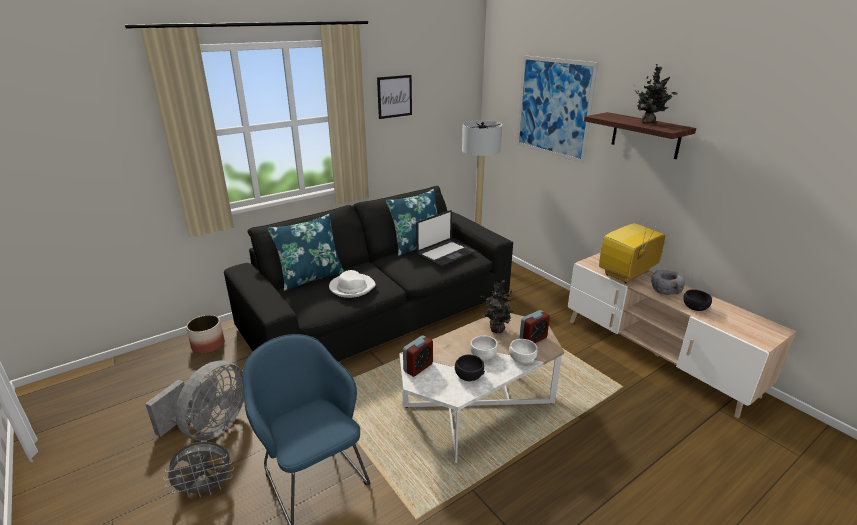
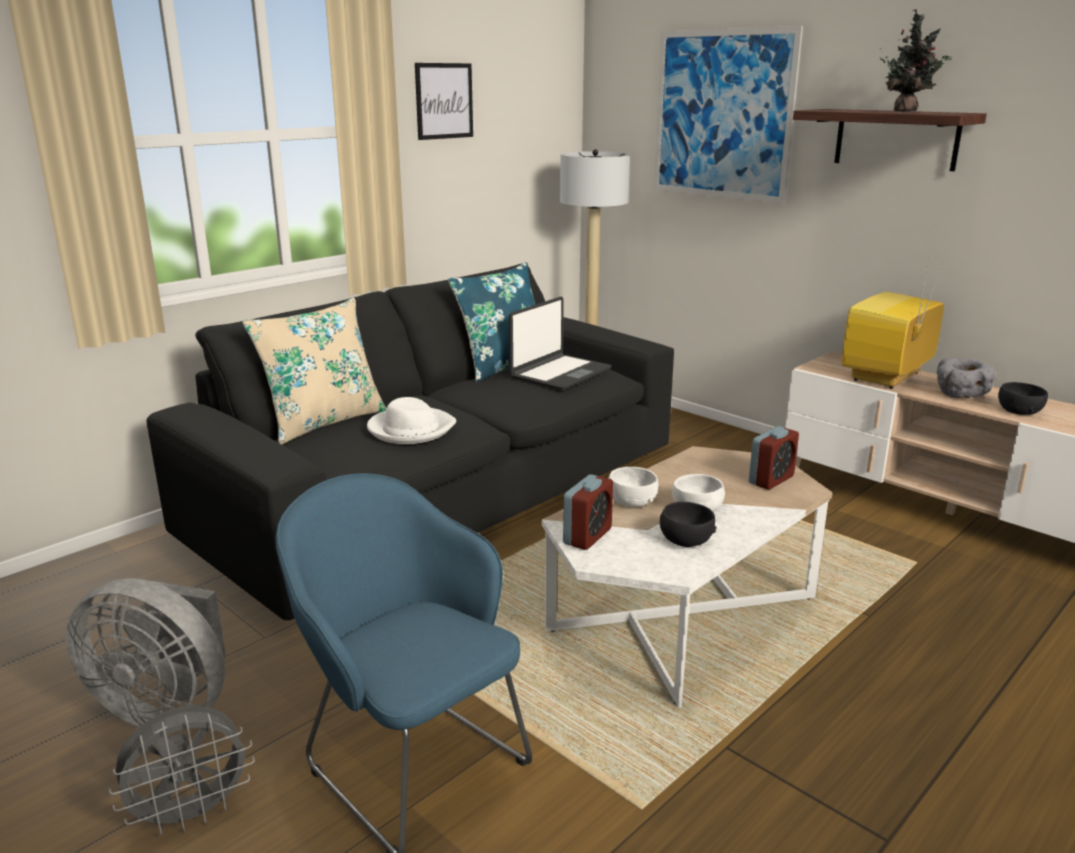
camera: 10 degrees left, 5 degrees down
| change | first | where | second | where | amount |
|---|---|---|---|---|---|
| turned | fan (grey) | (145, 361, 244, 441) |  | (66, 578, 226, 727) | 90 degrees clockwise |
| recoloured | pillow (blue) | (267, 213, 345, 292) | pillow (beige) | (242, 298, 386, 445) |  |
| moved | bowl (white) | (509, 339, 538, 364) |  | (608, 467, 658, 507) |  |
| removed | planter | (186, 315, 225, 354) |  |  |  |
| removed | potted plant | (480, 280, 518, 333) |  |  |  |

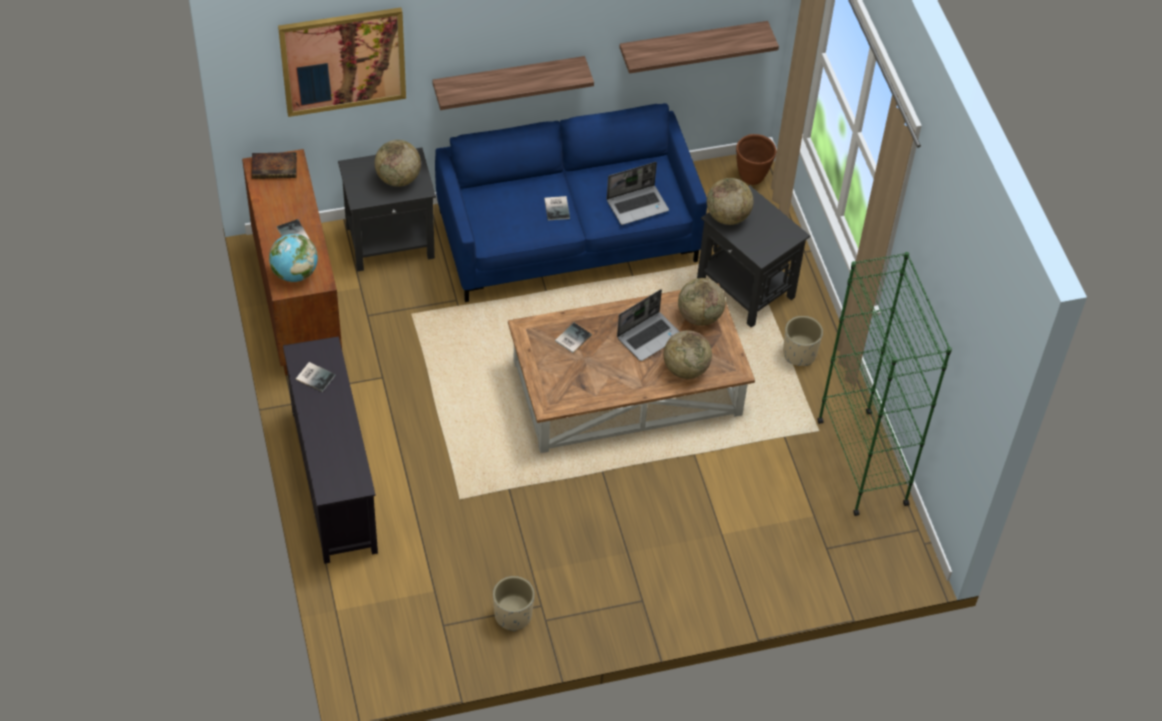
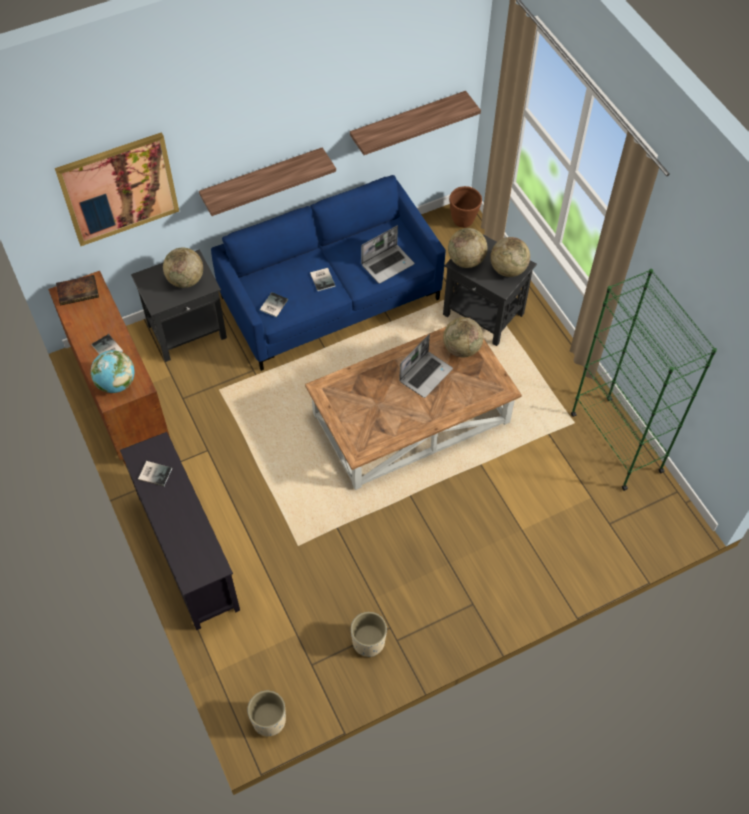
camera: 10 degrees left, 5 degrees up
| change | first | where | second | where | amount |
|---|---|---|---|---|---|
| moved | planter (beige) | (783, 316, 823, 366) |  | (247, 691, 286, 736) |  |
| moved | book | (555, 323, 592, 353) |  | (260, 292, 288, 317) |  |
| moved | globe | (664, 330, 712, 379) |  | (490, 237, 530, 277) |  |

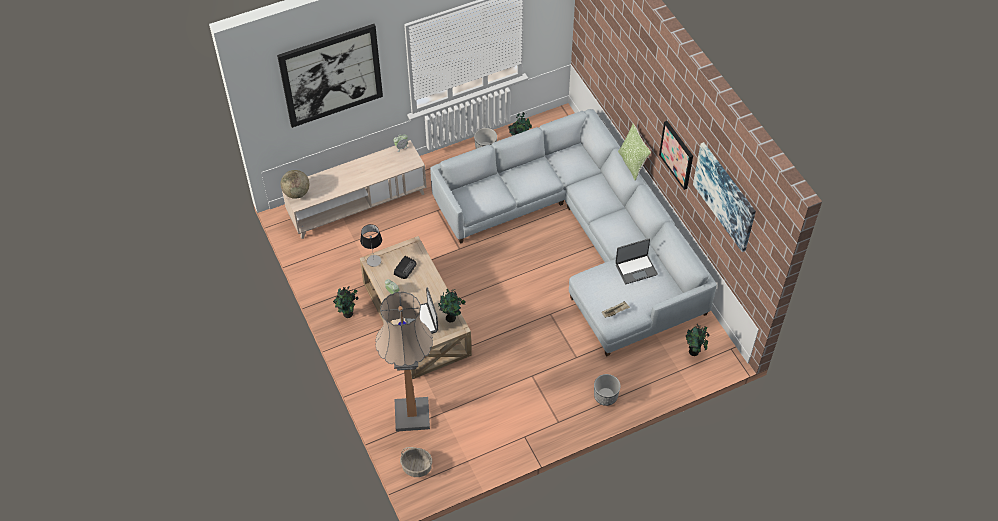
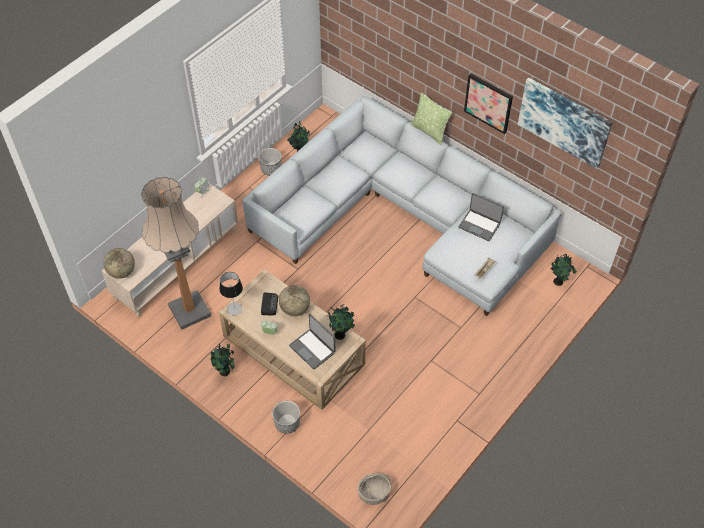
camera: 25 degrees left, 0 degrees up
| change | first | where | second | where | amount |
|---|---|---|---|---|---|
| moved | floor lamp | (375, 292, 433, 432) |  | (141, 177, 211, 330) |  |
| moved | planter | (594, 374, 621, 406) |  | (272, 401, 300, 434) |  |
| added |  |  | globe | (279, 285, 310, 316) |  |
| turned | laptop | (615, 239, 658, 284) |  | (458, 193, 504, 241) | 75 degrees clockwise |
| removed | picture | (277, 24, 383, 128) |  |  |  |

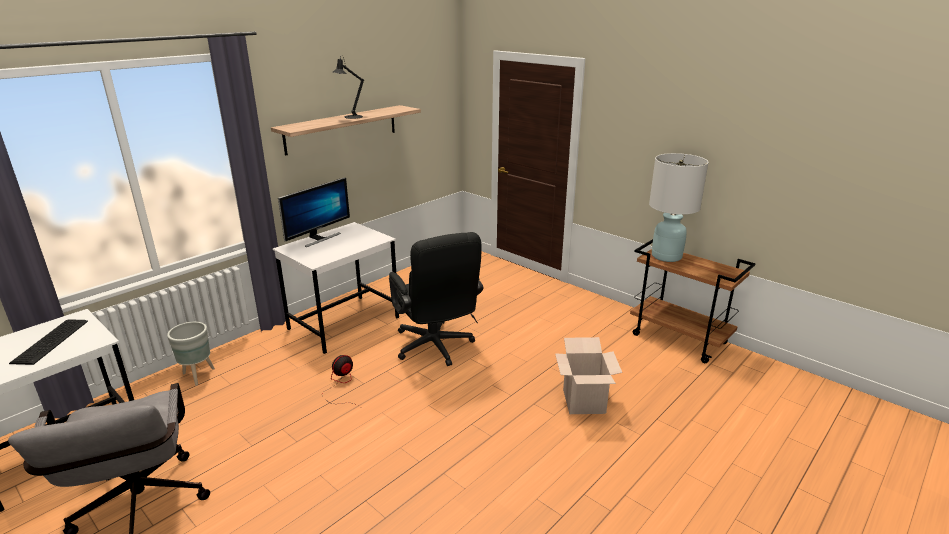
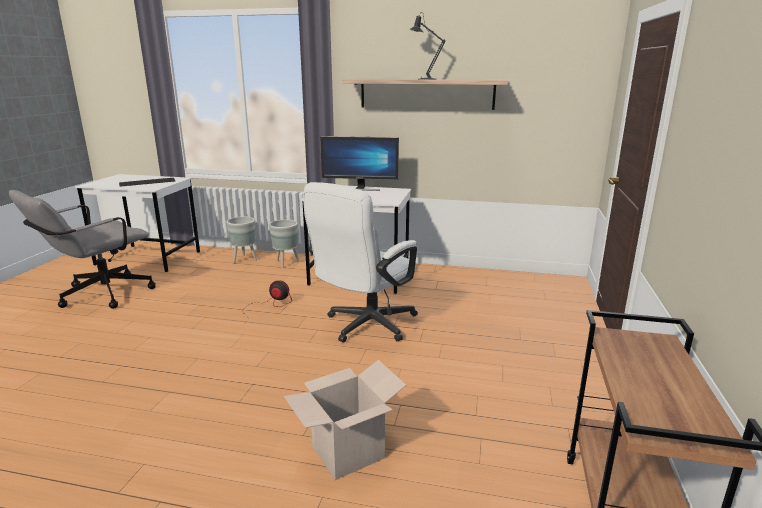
camera: 60 degrees right, 5 degrees down
| change | first | where | second | where | amount |
|---|---|---|---|---|---|
| added |  |  | planter (grey) | (269, 219, 299, 268) |  |
| recoloured | office chair (black) | (389, 232, 483, 366) | office chair (white) | (303, 182, 418, 342) |  |
| removed | table lamp (white) | (649, 153, 709, 262) |  |  |  |

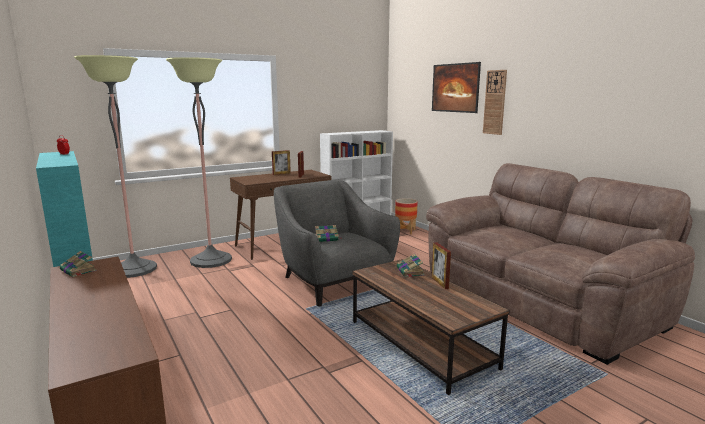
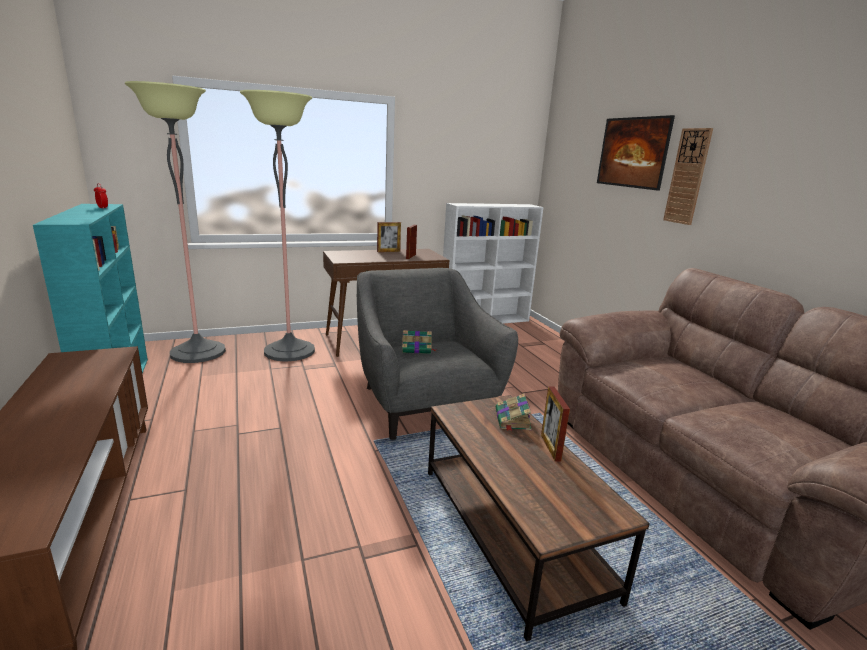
camera: 10 degrees right, 5 degrees up
| change | first | where | second | where | amount |
|---|---|---|---|---|---|
| removed | book | (60, 251, 97, 277) |  |  |  |
| removed | planter | (395, 198, 418, 235) |  |  |  |

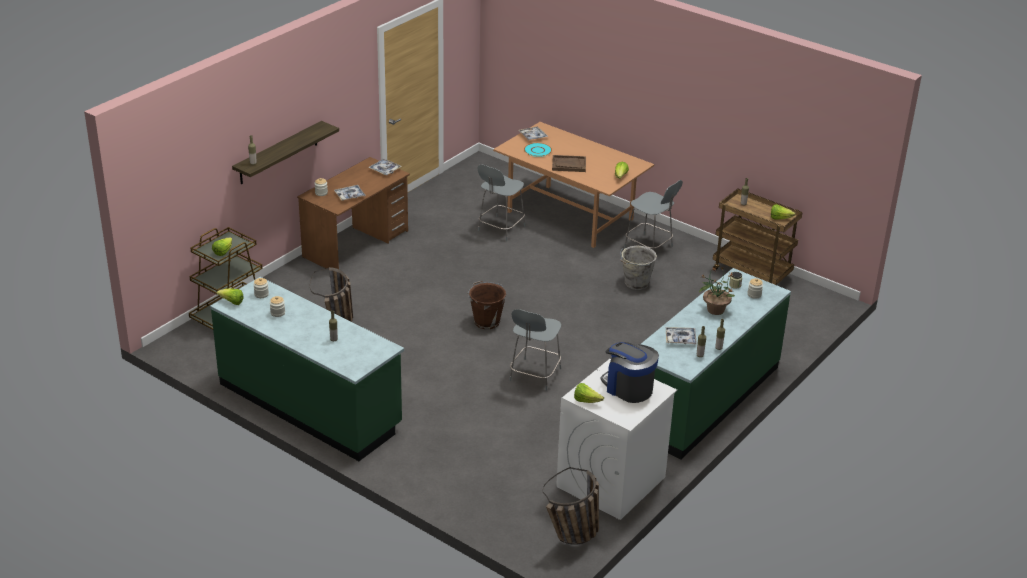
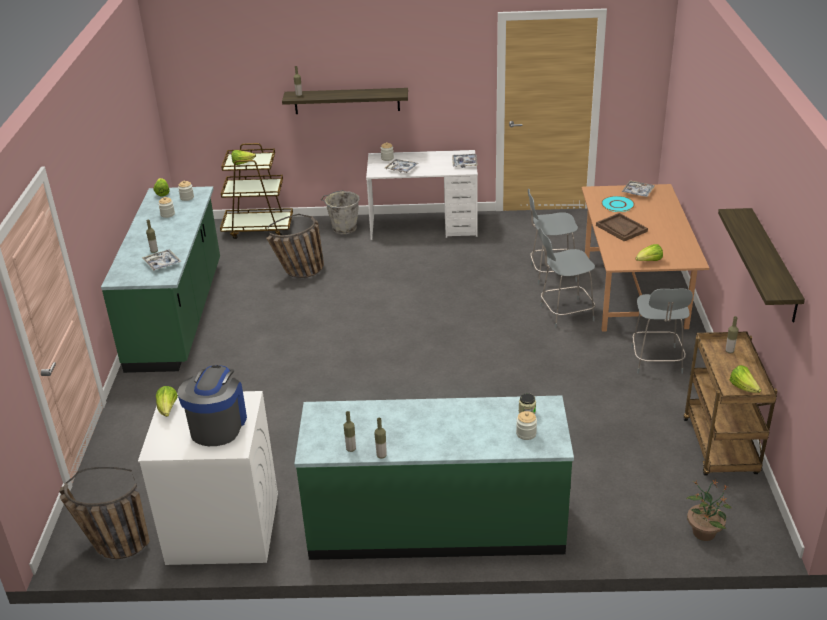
camera: 55 degrees right, 0 degrees up
| change | first | where | second | where | amount |
|---|---|---|---|---|---|
| moved | tray | (666, 327, 697, 345) |  | (142, 249, 182, 271) |  |
| moved | bucket (grey) | (620, 246, 657, 290) |  | (321, 190, 360, 234) |  |
| recoloured | desk (brown) | (297, 157, 410, 270) | desk (white) | (366, 150, 478, 240) |  |
| moved | stool (grey) | (509, 309, 561, 391) |  | (538, 228, 596, 328) |  |
| moved | potted plant | (699, 267, 735, 315) |  | (686, 480, 732, 541) |  |
| added |  |  | shelf | (718, 208, 805, 322) |  |
| removed | bucket (brown) | (468, 281, 506, 329) |  |  |  |

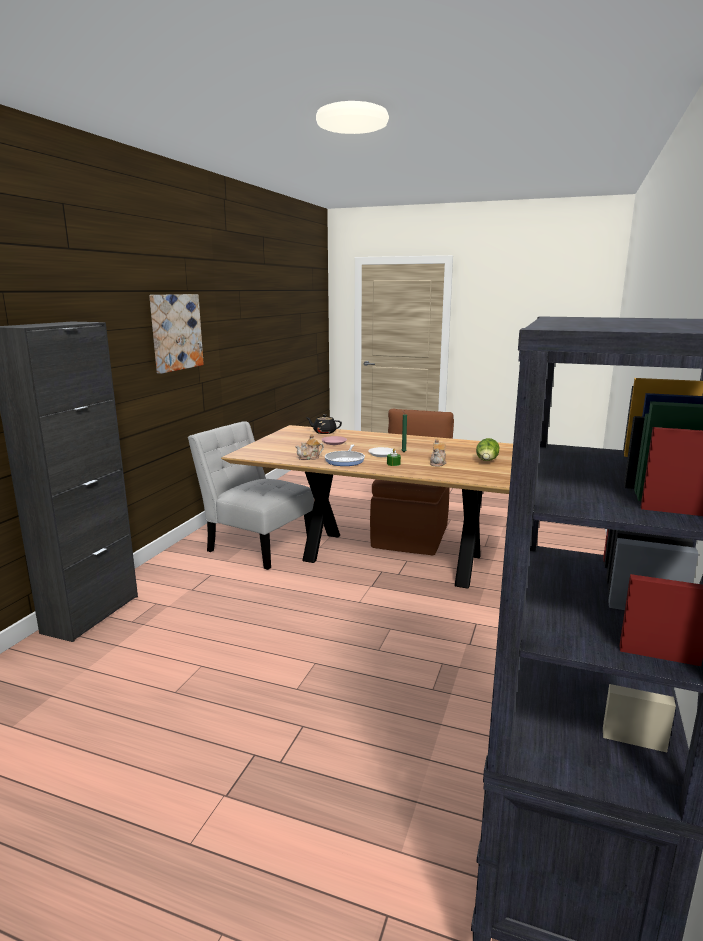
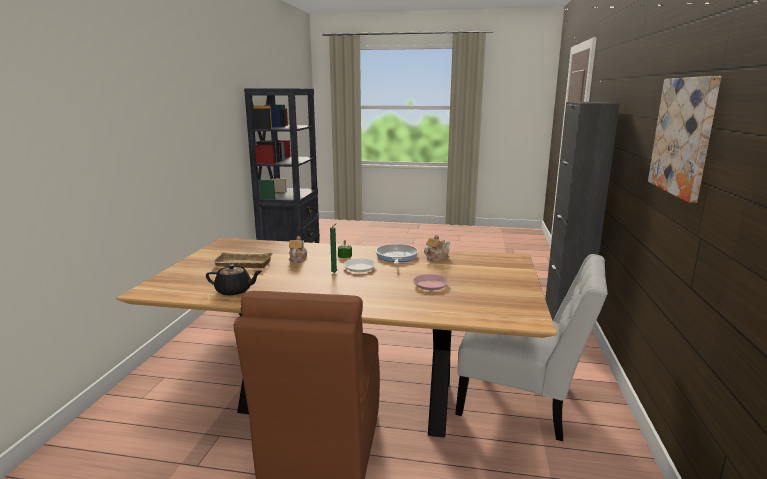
camera: 170 degrees right, 0 degrees up
| change | first | where | second | where | amount |
|---|---|---|---|---|---|
| moved | teapot (black) | (306, 414, 342, 434) |  | (206, 264, 262, 296) |  |
| replaced | lettuce | (476, 438, 500, 461) | tray (beige) | (211, 252, 273, 269) |  |

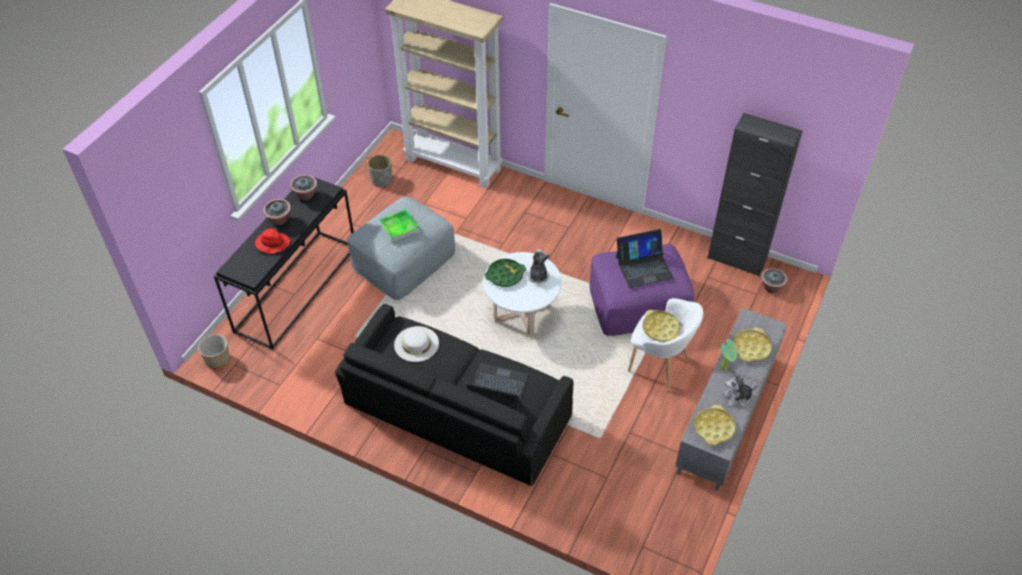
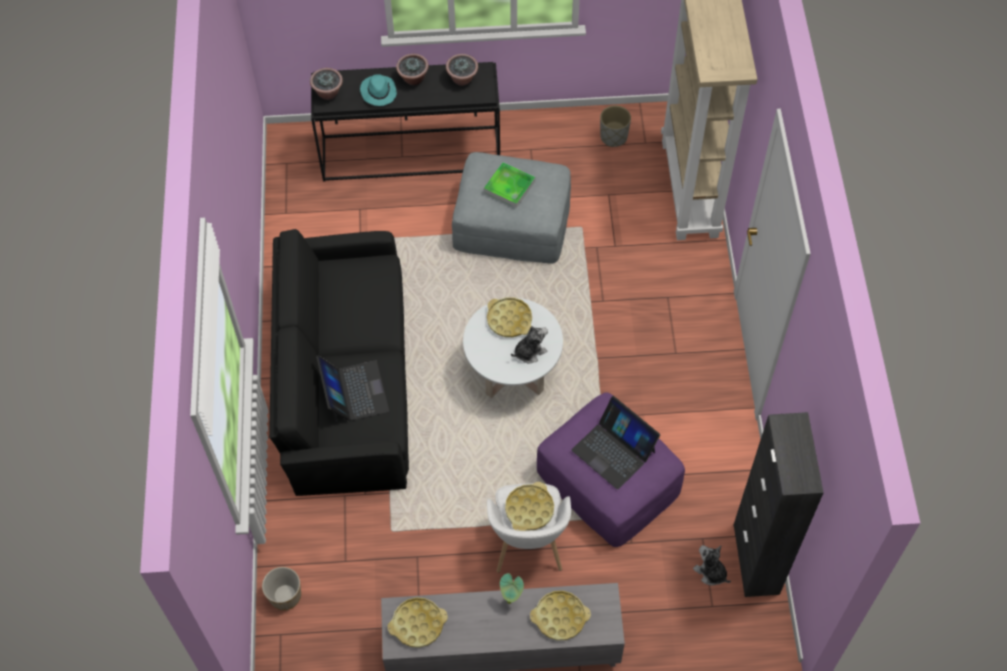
camera: 60 degrees right, 10 degrees up
| change | first | where | second | where | amount |
|---|---|---|---|---|---|
| moved | planter | (198, 334, 230, 368) |  | (262, 567, 301, 610) |  |
| moved | potted plant | (761, 268, 787, 293) |  | (310, 68, 343, 100) |  |
| recoloured | hat (red) | (255, 228, 290, 254) | hat (turquoise) | (360, 74, 397, 106) |  |
| recoloured | tray (green) | (485, 259, 526, 287) | tray (yellow) | (487, 297, 532, 337) |  |
| moved | plush toy | (722, 370, 758, 407) |  | (693, 545, 731, 586) |  |
| removed | hat (white) | (394, 326, 439, 362) |  |  |  |

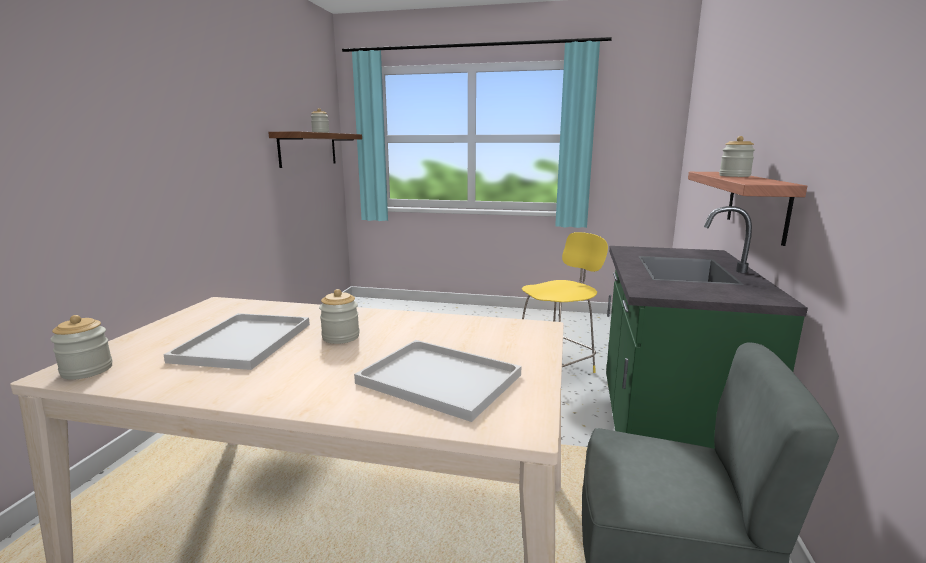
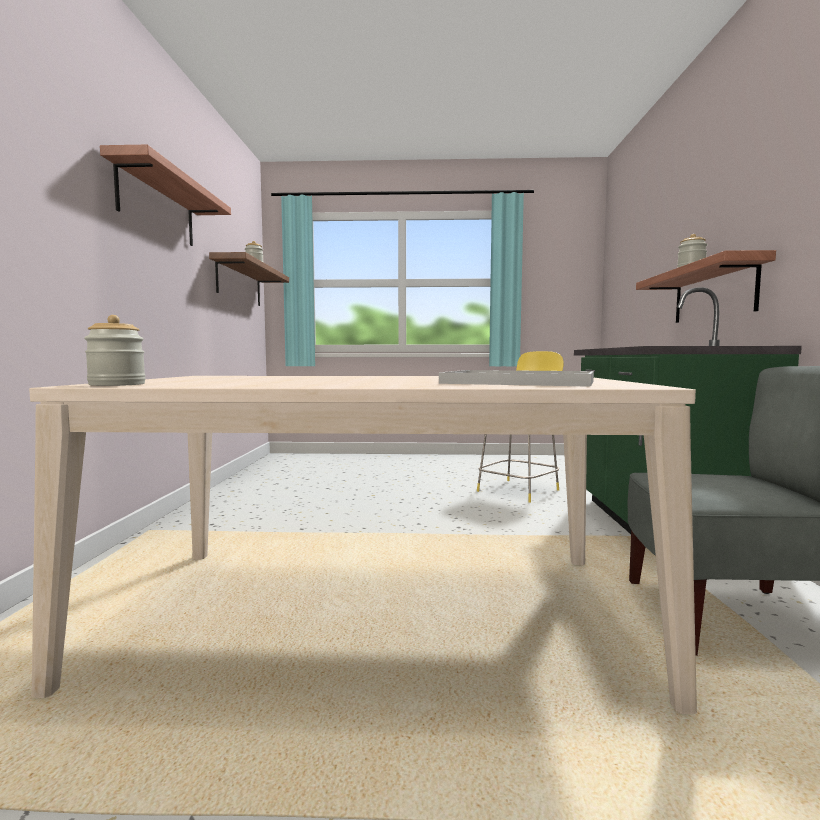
camera: 10 degrees left, 10 degrees down
| change | first | where | second | where | amount |
|---|---|---|---|---|---|
| added |  |  | shelf | (100, 145, 231, 246) |  |
| removed | tray (white) | (163, 313, 310, 370) |  |  |  |
| removed | jar | (319, 289, 360, 344) |  |  |  |

